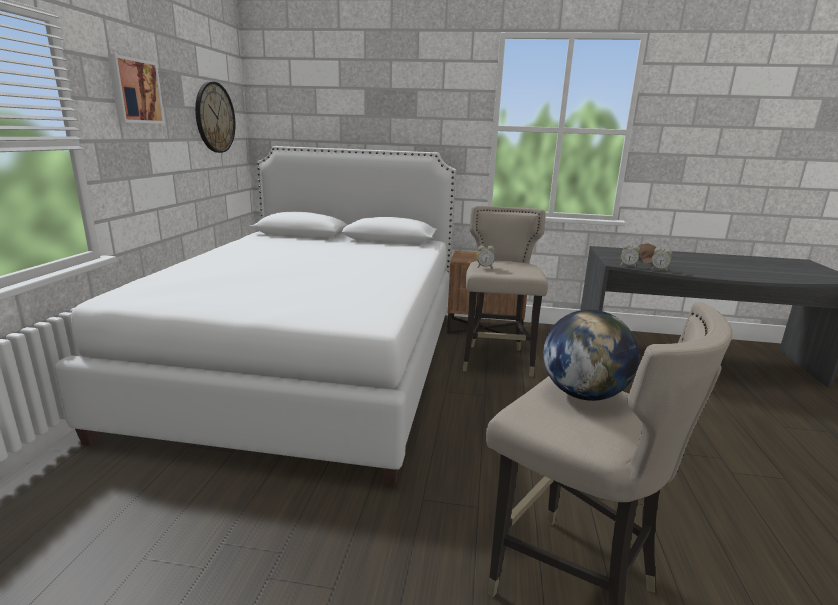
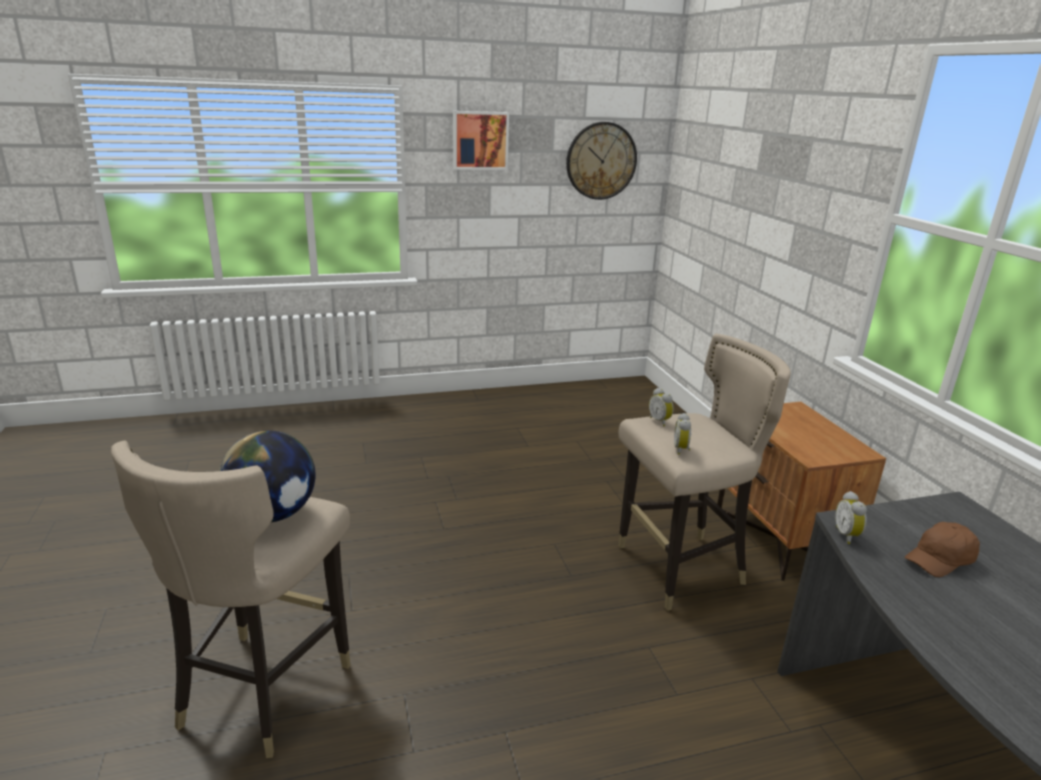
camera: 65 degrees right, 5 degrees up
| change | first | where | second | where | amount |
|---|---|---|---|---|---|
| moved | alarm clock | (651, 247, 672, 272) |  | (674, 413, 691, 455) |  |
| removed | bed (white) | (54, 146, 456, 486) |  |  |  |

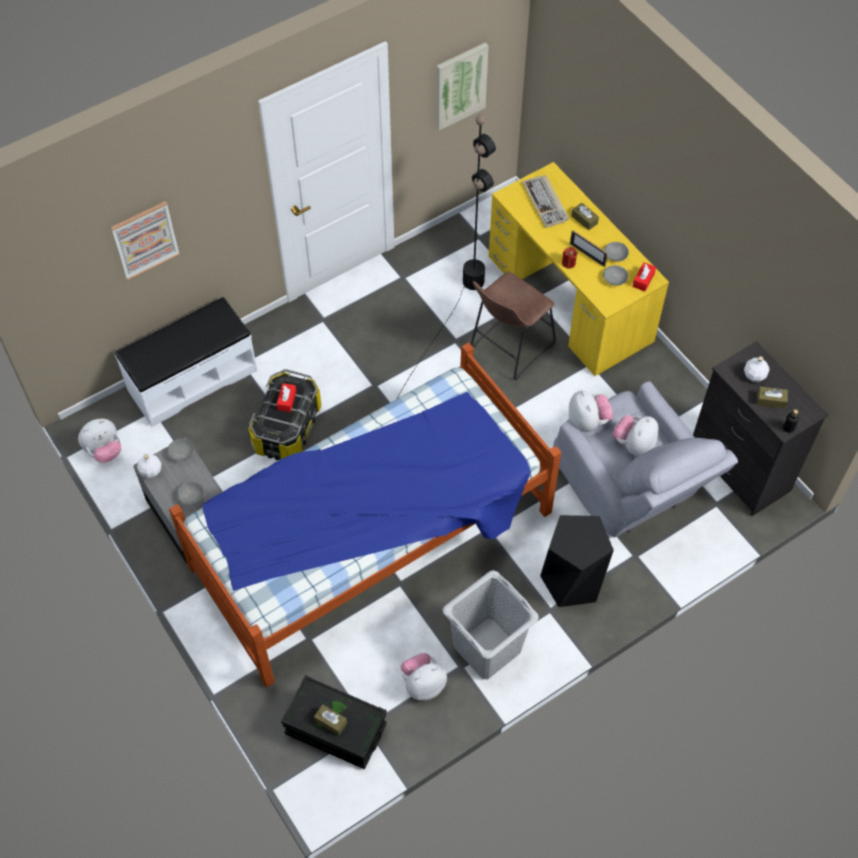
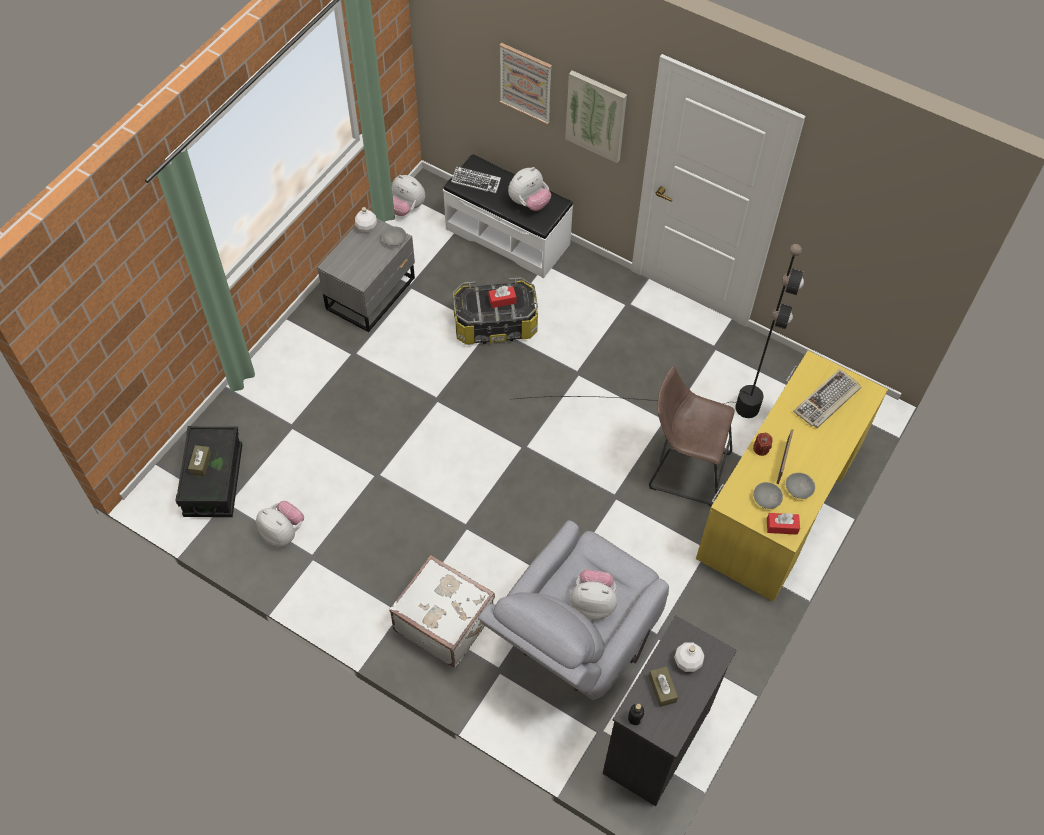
camera: 65 degrees right, 0 degrees up
| change | first | where | second | where | amount |
|---|---|---|---|---|---|
| replaced | stool (black) | (540, 515, 614, 607) | suitcase (white) | (389, 555, 495, 668) |  |
| added |  |  | keyboard | (451, 166, 501, 194) |  |
| moved | plush toy | (569, 391, 613, 432) |  | (508, 167, 551, 211) |  |
| moved | picture | (436, 42, 489, 131) |  | (565, 70, 627, 163) |  |
| removed | bed | (169, 342, 561, 687) |  |  |  |
| removed | bowl (grey) | (177, 482, 204, 506) |  |  |  |
| removed | laundry basket (grey) | (443, 570, 539, 679) |  |  |  |
| removed | tissue box (brown) | (572, 203, 599, 230) |  |  |  |

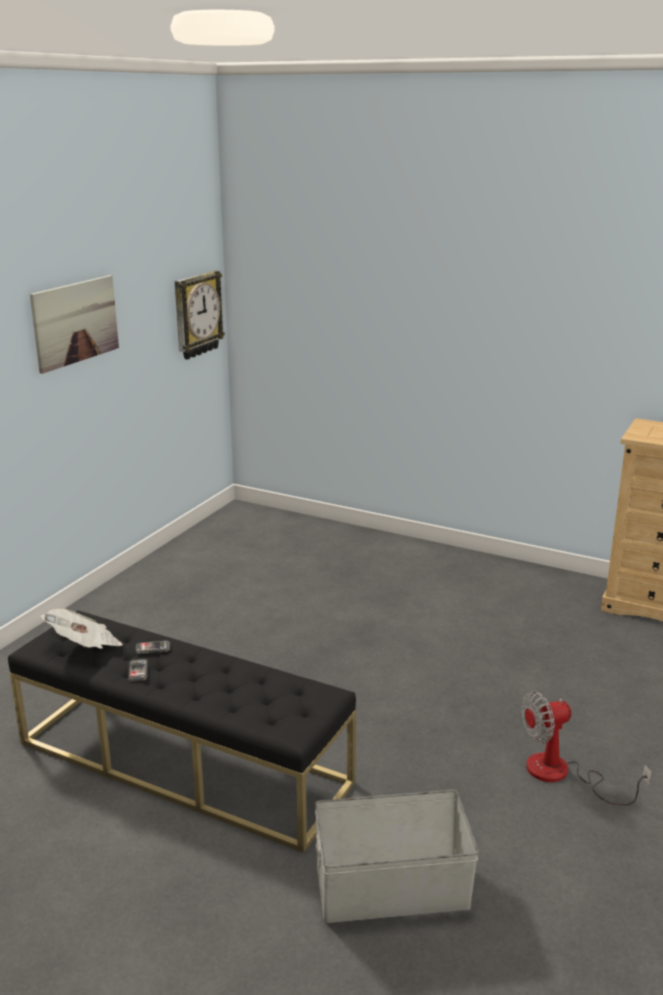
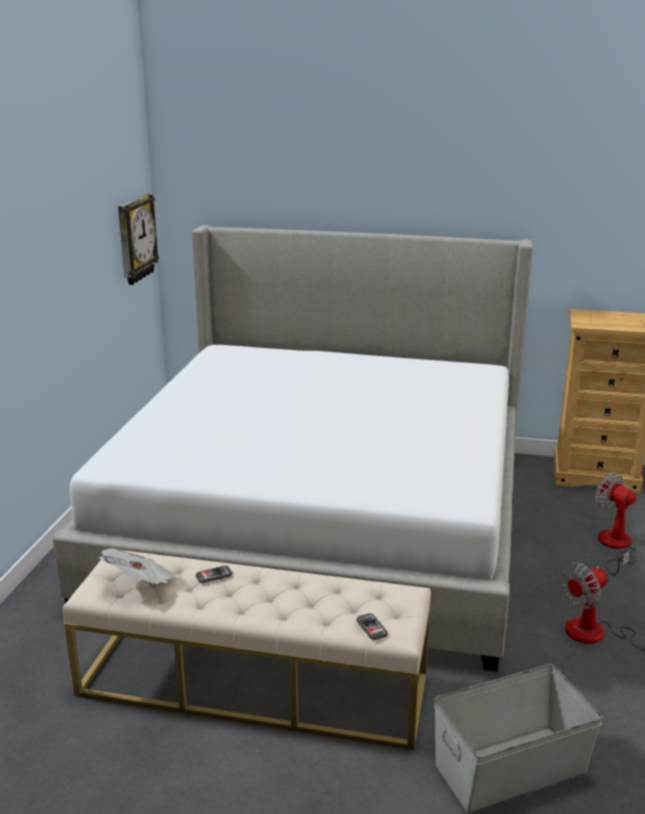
camera: 15 degrees left, 0 degrees up
| change | first | where | second | where | amount |
|---|---|---|---|---|---|
| added |  |  | bed | (53, 225, 533, 672) |  |
| recoloured | bench (black) | (8, 610, 356, 853) | bench (beige) | (62, 550, 431, 750) |  |
| moved | phone | (128, 659, 148, 681) |  | (356, 613, 388, 640) |  |
| added |  |  | fan | (596, 472, 636, 576) |  |
| removed | picture | (30, 275, 119, 374) |  |  |  |

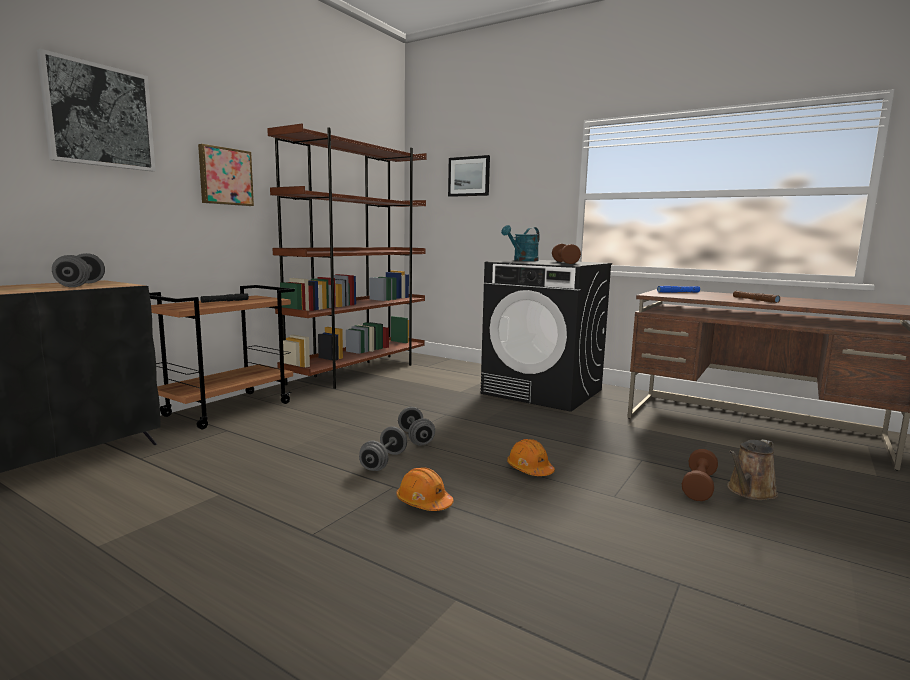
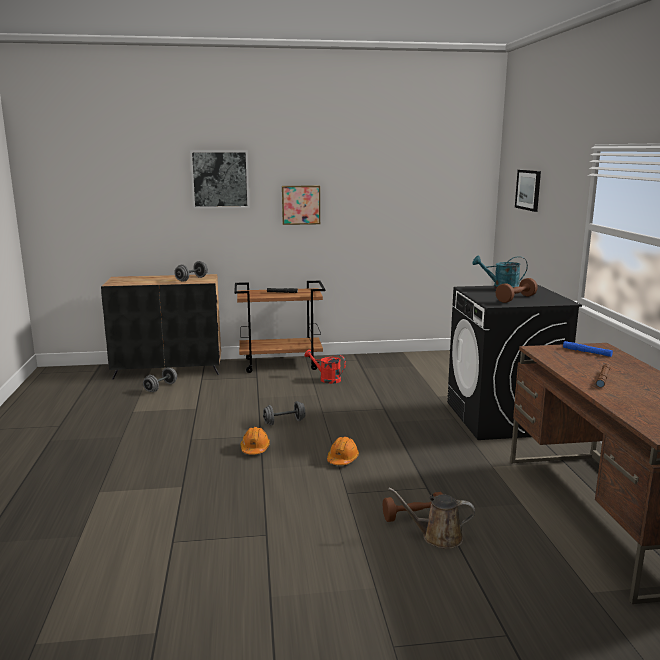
camera: 50 degrees right, 5 degrees up
| change | first | where | second | where | amount |
|---|---|---|---|---|---|
| moved | dumbbell (grey) | (398, 407, 435, 445) |  | (143, 367, 177, 392) |  |
| added |  |  | watering can (red) | (304, 350, 346, 384) |  |
| removed | bookcase (brown) | (267, 124, 427, 389) |  |  |  |

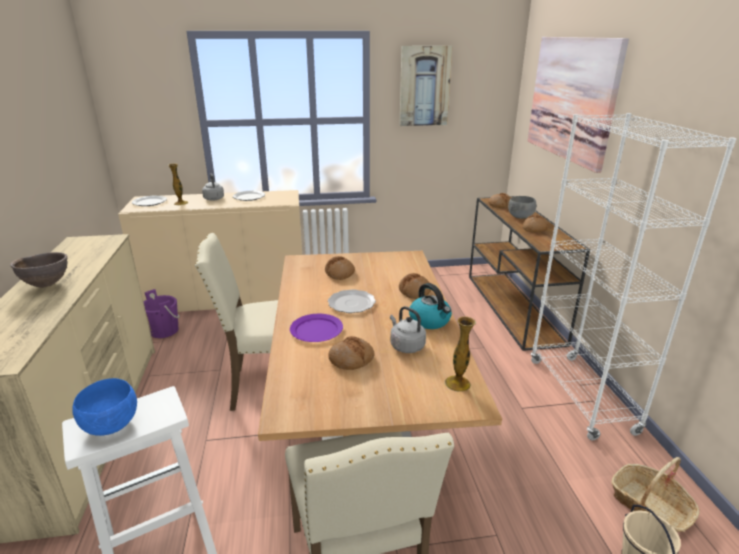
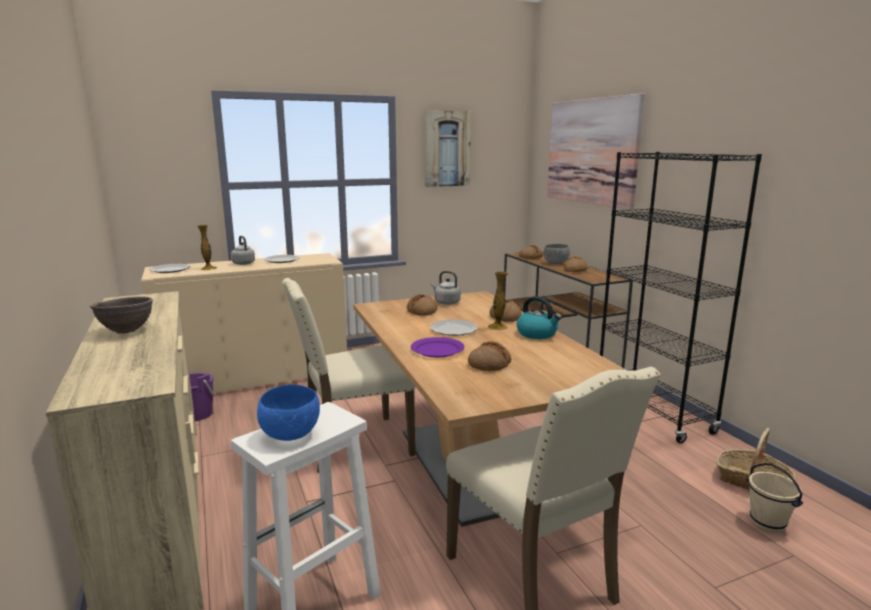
camera: 15 degrees left, 10 degrees down
| change | first | where | second | where | amount |
|---|---|---|---|---|---|
| moved | kettle (grey) | (390, 306, 426, 353) |  | (431, 271, 461, 305) |  |
| moved | vase | (445, 317, 476, 392) |  | (488, 271, 508, 330) |  |
| recoloured | bookcase (white) | (530, 113, 737, 440) | bookcase (black) | (600, 152, 762, 444) |  |

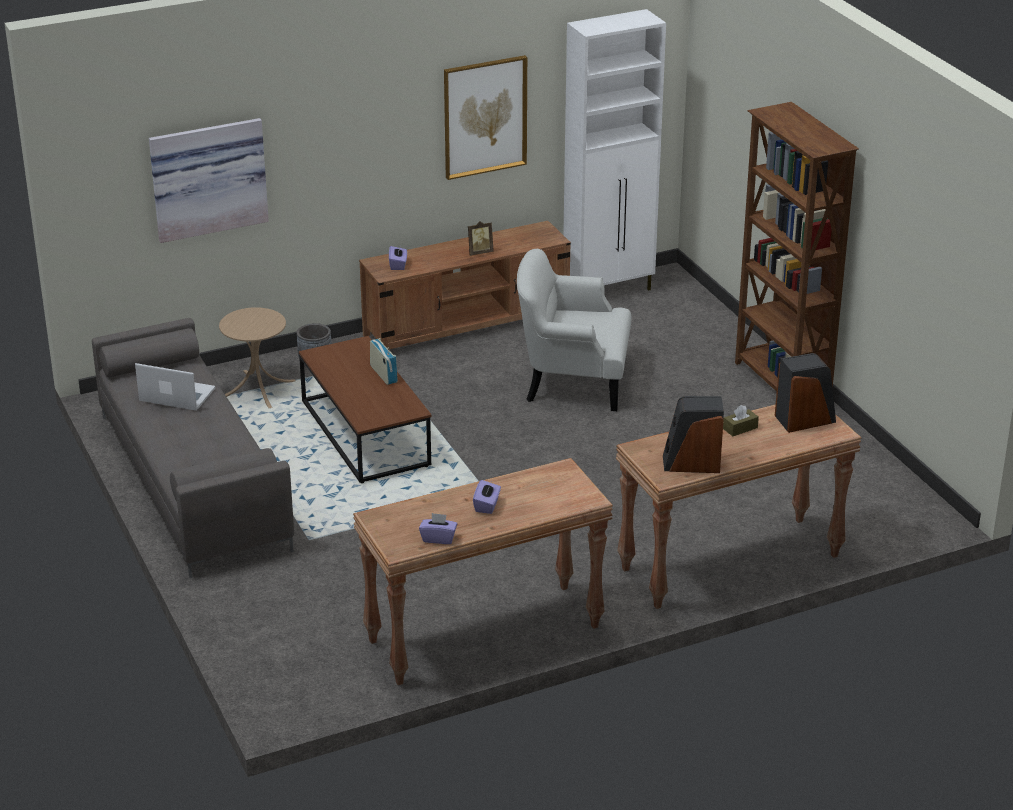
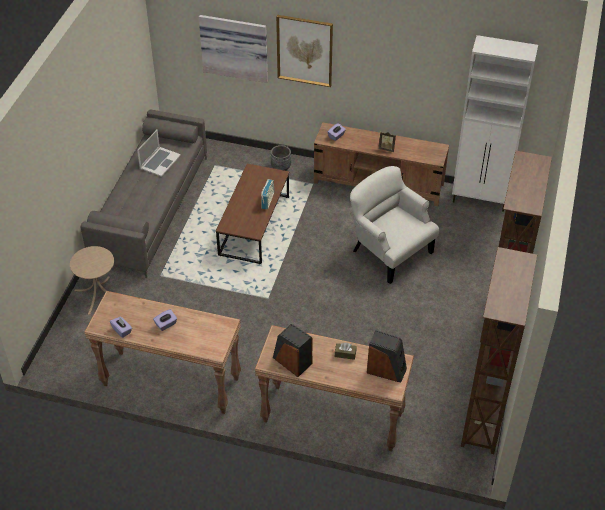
camera: 40 degrees right, 15 degrees up
| change | first | where | second | where | amount |
|---|---|---|---|---|---|
| moved | side table (beige) | (219, 307, 295, 408) |  | (70, 246, 114, 315) |  |
| turned | laptop | (135, 363, 215, 411) |  | (137, 129, 181, 177) | 60 degrees clockwise |
| moved | picture | (444, 55, 527, 180) |  | (276, 15, 333, 87) |  |
| added |  |  | bookcase (brown) | (461, 247, 537, 454) |  |

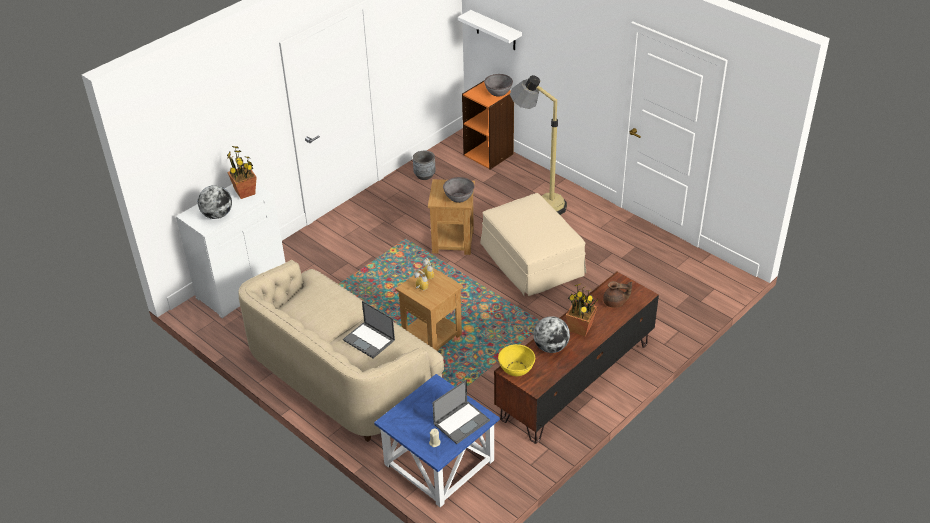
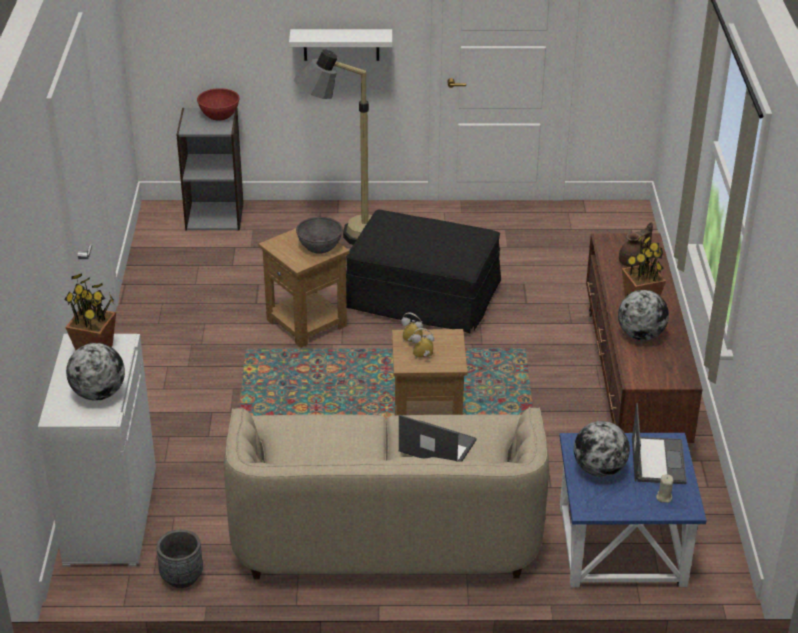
camera: 45 degrees left, 5 degrees down
| change | first | where | second | where | amount |
|---|---|---|---|---|---|
| moved | planter (grey) | (413, 150, 435, 180) |  | (156, 529, 203, 588) |  |
| recoloured | bookcase (orange) | (462, 81, 514, 169) | bookcase (grey) | (176, 108, 244, 230) |  |
| recoloured | bowl (grey) | (484, 74, 513, 96) | bowl (red) | (197, 88, 240, 120) |  |
| moved | shelf (white) | (458, 10, 522, 50) |  | (289, 29, 392, 61) |  |
| recoloured | ottoman (beige) | (480, 193, 586, 297) | ottoman (black) | (346, 210, 501, 333) |  |
| turned | laptop | (343, 301, 395, 358) |  | (399, 415, 477, 462) | 150 degrees counterclockwise |
| added |  |  | globe | (574, 421, 630, 477) |  |
| removed | bowl (yellow) | (498, 344, 535, 376) |  |  |  |

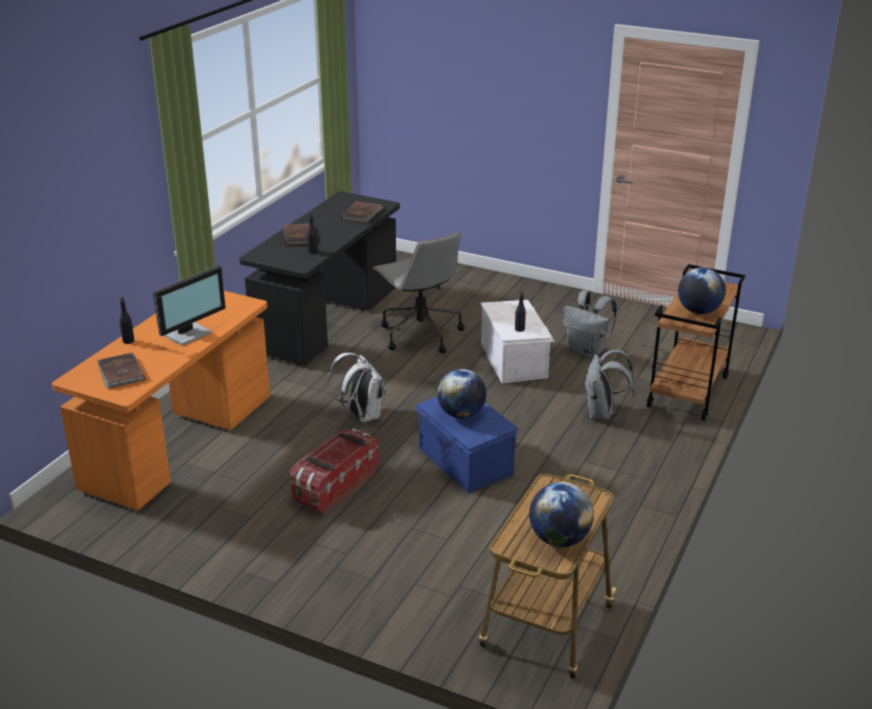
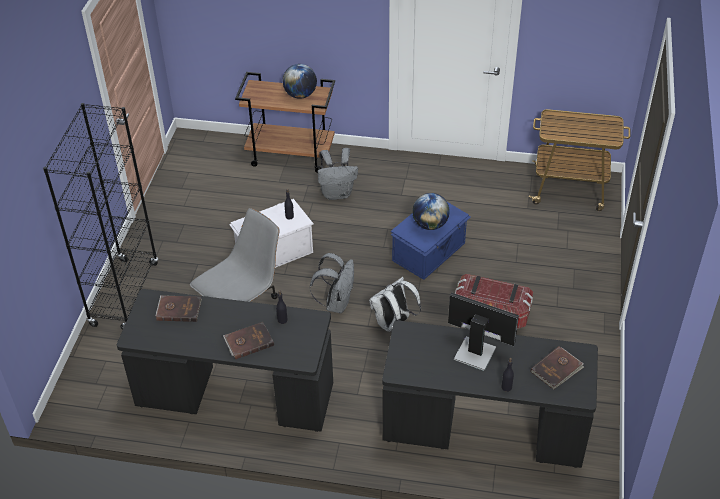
camera: 105 degrees left, 15 degrees up
| change | first | where | second | where | amount |
|---|---|---|---|---|---|
| added |  |  | bookcase (black) | (43, 103, 158, 330) |  |
| moved | backpack (grey) | (562, 290, 617, 358) |  | (310, 253, 354, 313) |  |
| recoloured | desk (orange) | (52, 291, 270, 510) | desk (black) | (382, 320, 598, 468) |  |
| removed | globe | (529, 482, 594, 547) |  |  |  |

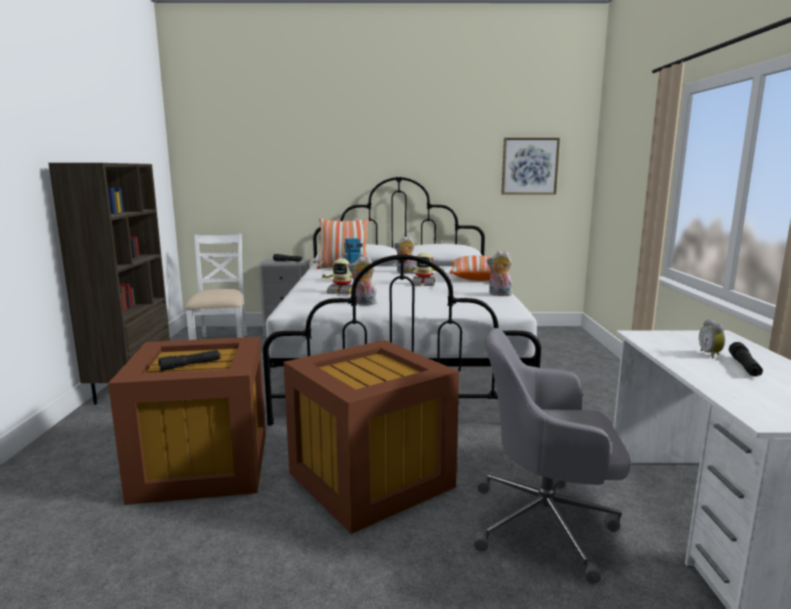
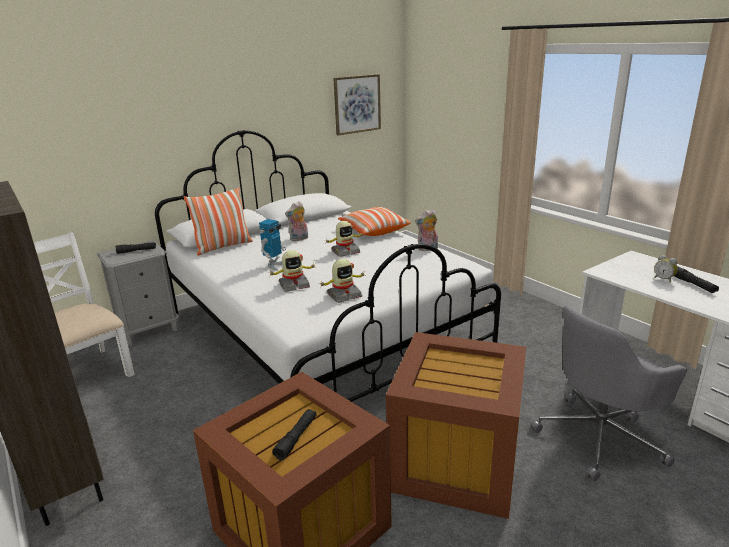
camera: 35 degrees left, 10 degrees up
| change | first | where | second | where | amount |
|---|---|---|---|---|---|
| replaced | plush toy | (348, 257, 377, 305) | toy robot | (318, 259, 365, 303) |  |

